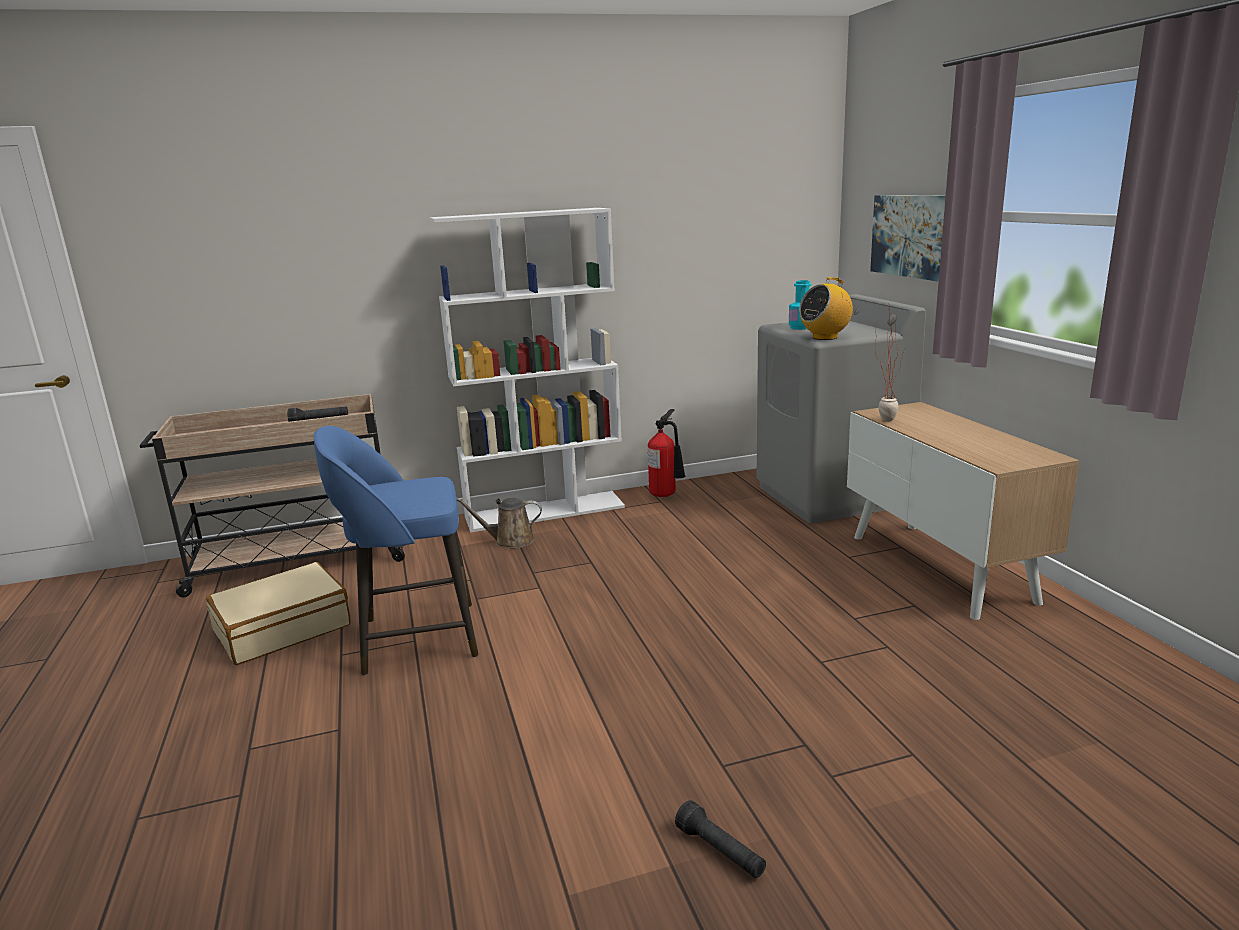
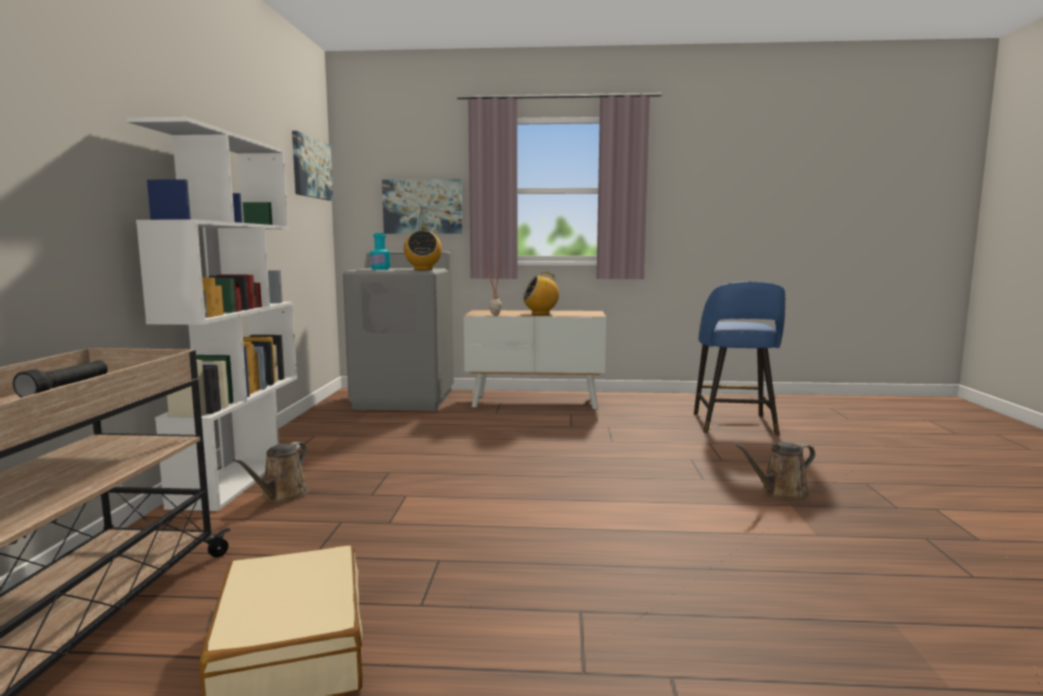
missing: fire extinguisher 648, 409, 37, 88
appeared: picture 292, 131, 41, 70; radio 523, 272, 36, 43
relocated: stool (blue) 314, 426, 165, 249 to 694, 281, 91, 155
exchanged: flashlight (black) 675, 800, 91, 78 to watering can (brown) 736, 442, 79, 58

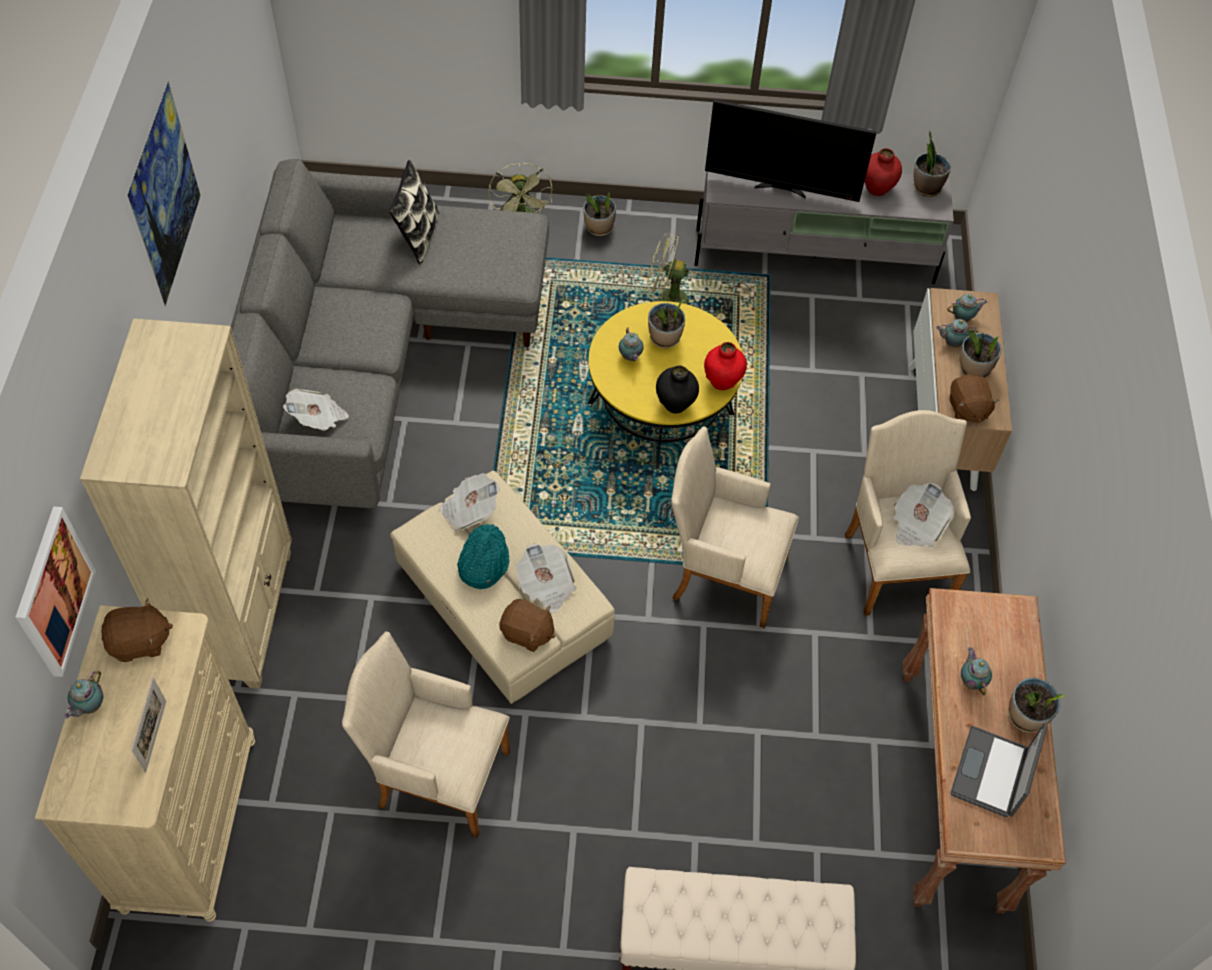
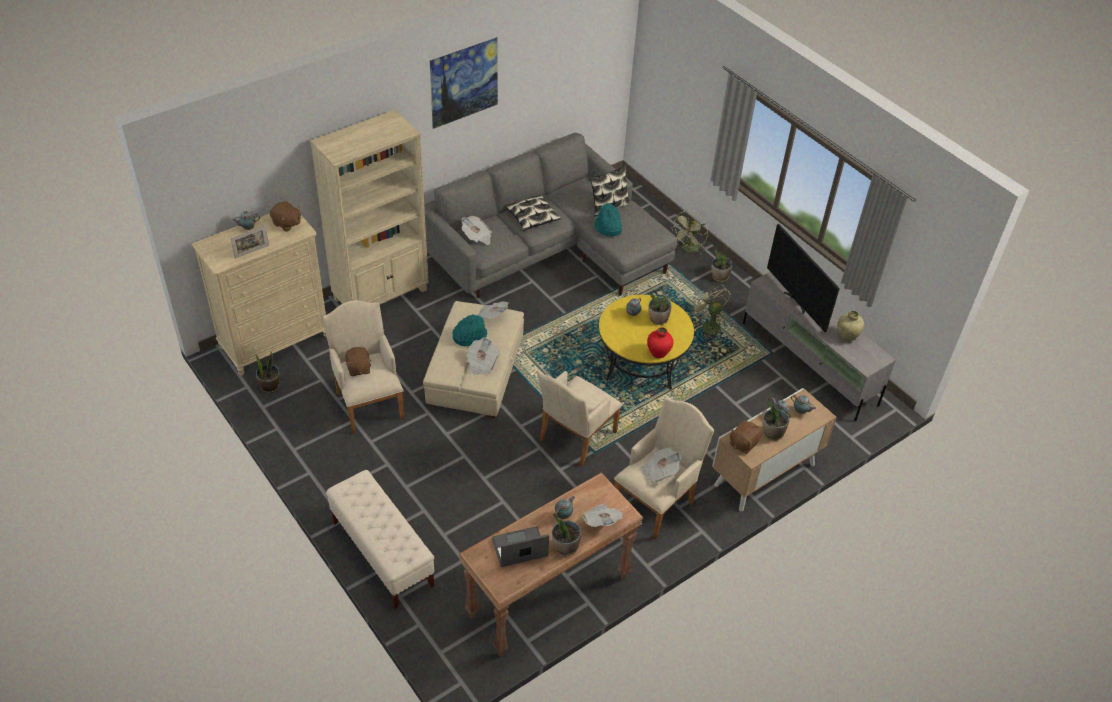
missing: vase (black) 656, 365, 43, 49; picture 16, 506, 80, 171
appeared: pillow 504, 194, 57, 37; hat (turquoise) 594, 203, 28, 33; newspaper 582, 504, 41, 23
relocated: potted plant 914, 132, 37, 65 to 255, 352, 25, 41; plush toy (brown) 499, 599, 56, 53 to 345, 347, 27, 29
colour: vase (red) 864, 148, 38, 48 to vase (beige) 837, 311, 27, 30
spun: armchair (beige) 671, 427, 128, 201 = 537, 370, 85, 97 120 degrees counterclockwise

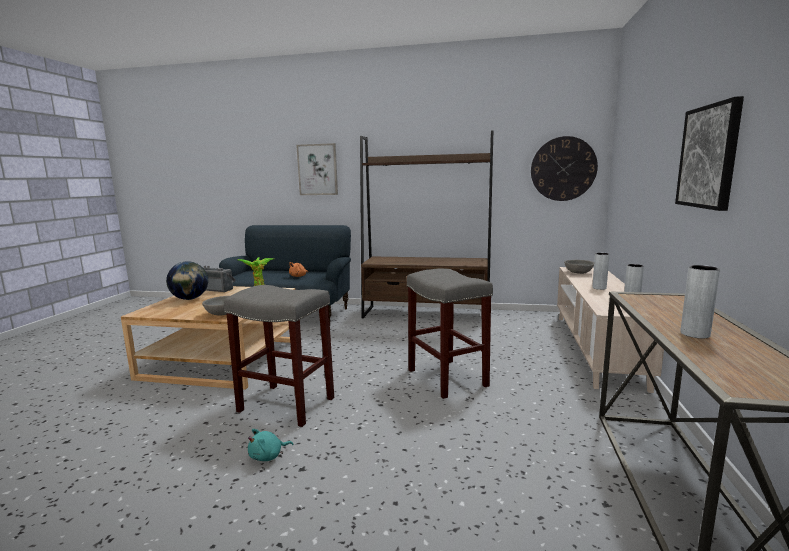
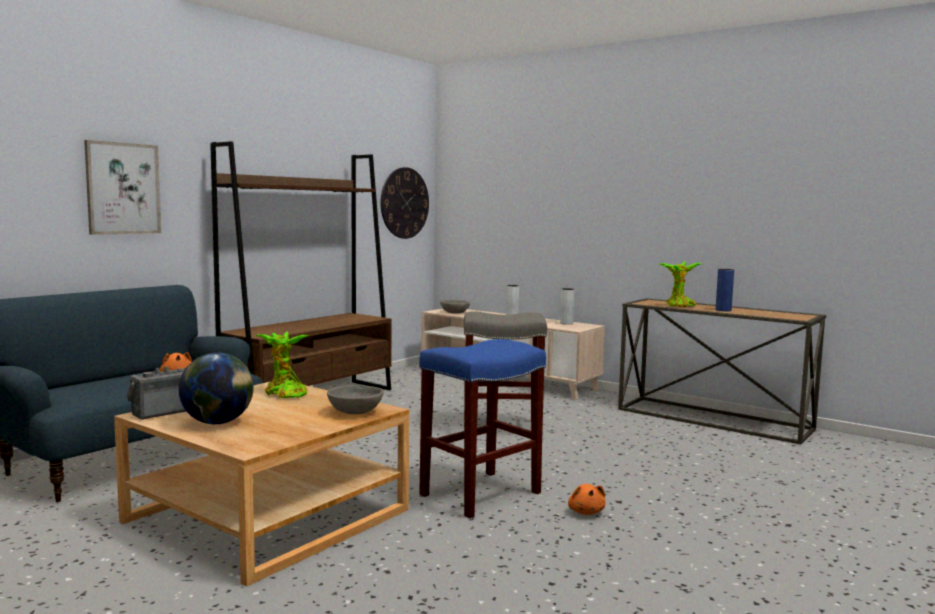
missing: picture 675, 96, 69, 115
appeared: potted plant 658, 261, 44, 47
colour: vase (grey) 680, 265, 40, 74 to vase (blue) 716, 269, 18, 42; stool (grey) 224, 285, 110, 142 to stool (blue) 419, 339, 127, 180; plush toy (turquoise) 248, 429, 45, 32 to plush toy (orange) 568, 484, 38, 31

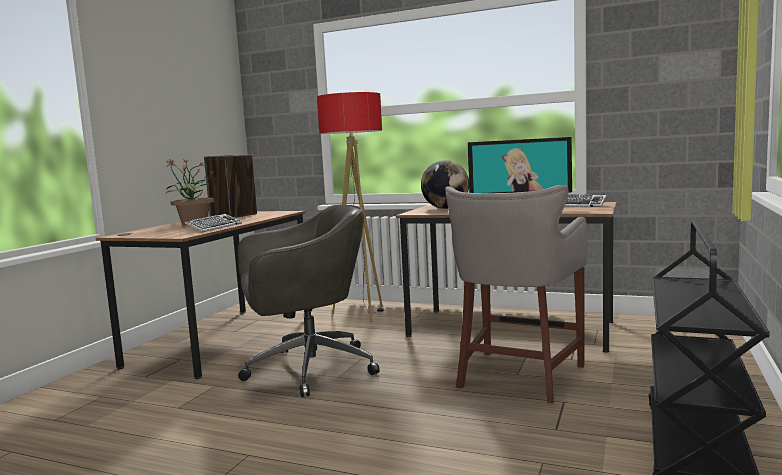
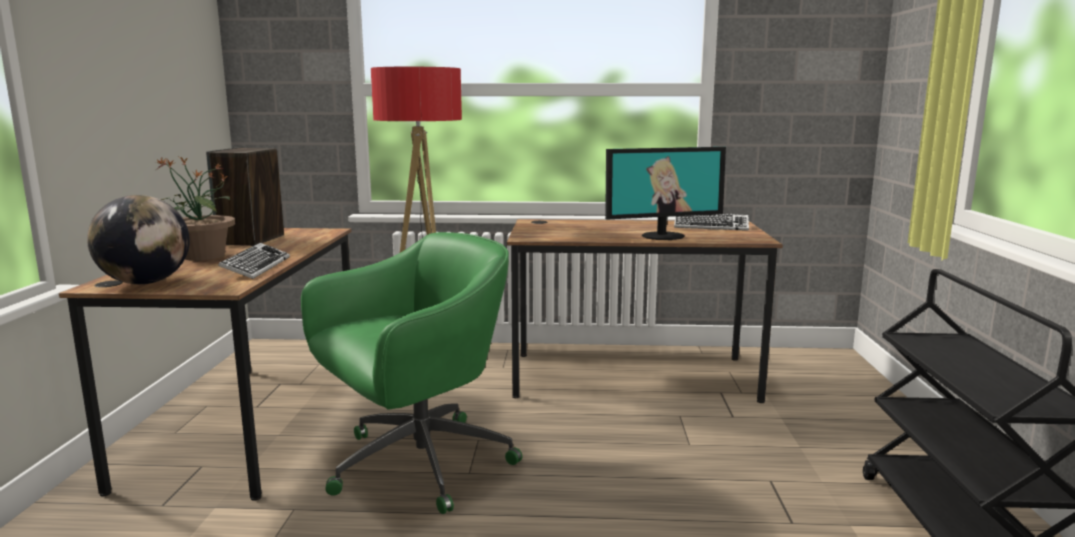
missing: stool (grey) 445, 185, 142, 219
relocated: globe 421, 160, 48, 49 to 87, 195, 103, 89
colour: office chair (grey) 238, 205, 142, 192 to office chair (green) 301, 232, 221, 282

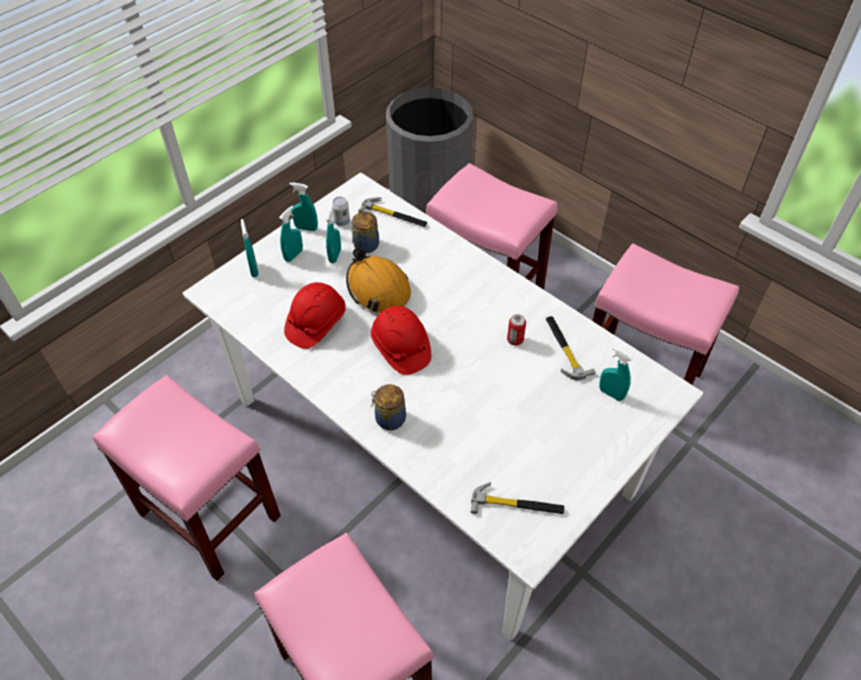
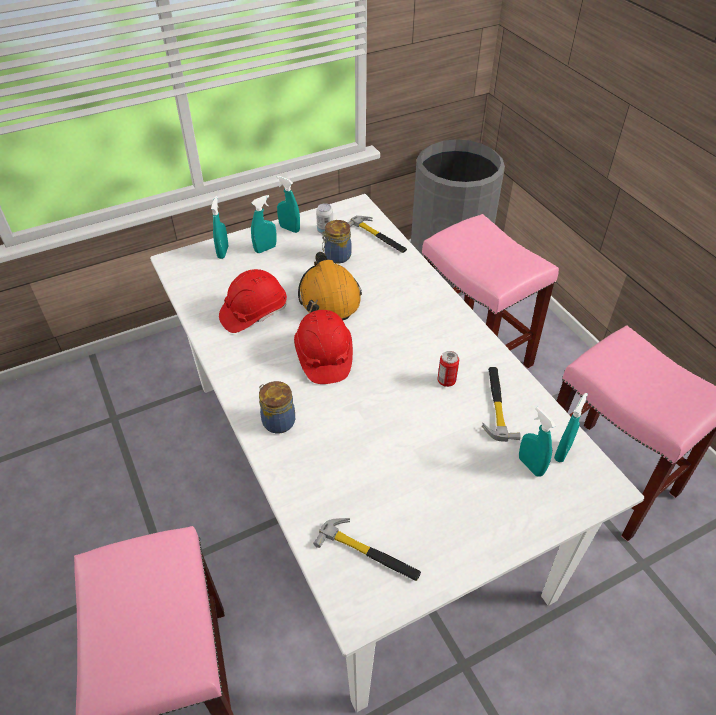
missing: stool (pink) 93, 375, 188, 206
relocated: spray bottle (turquoise) 326, 205, 15, 58 to 554, 393, 34, 69

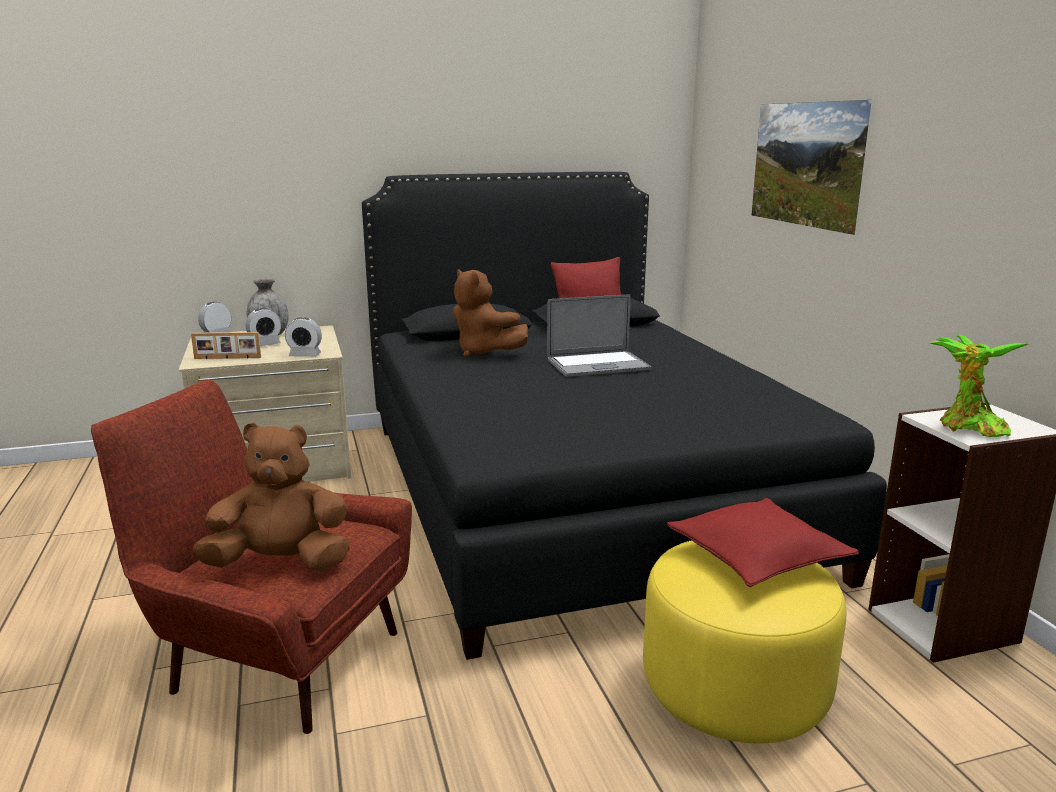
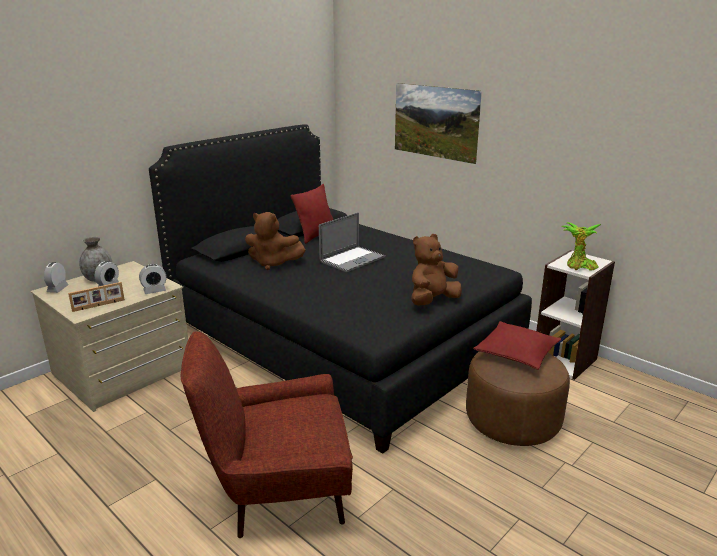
relocated: plush toy (brown) 193, 422, 157, 149 to 411, 234, 51, 72
colour: ottoman (yellow) 643, 540, 204, 204 to ottoman (brown) 466, 351, 104, 95

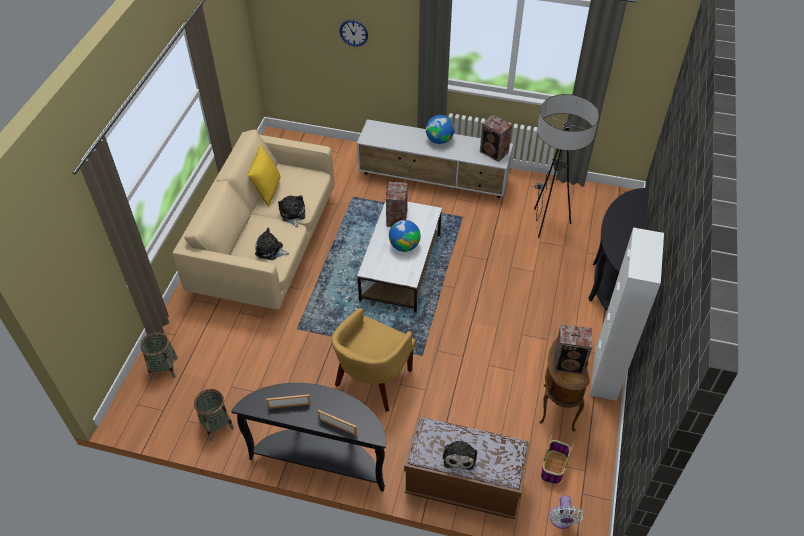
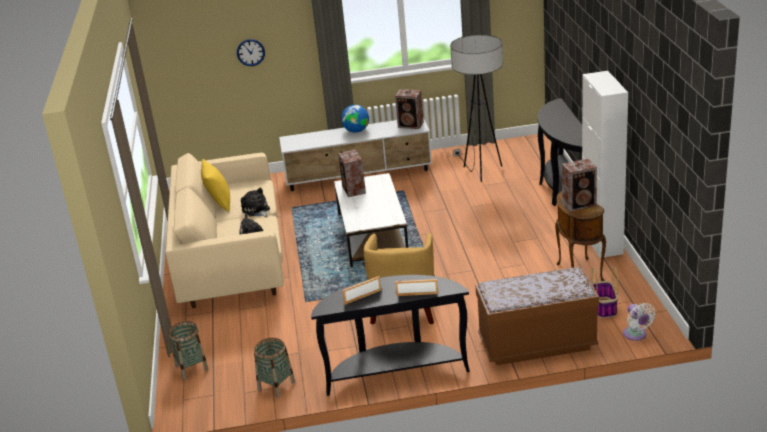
missing: globe 389, 220, 32, 32; plush toy 443, 434, 34, 36

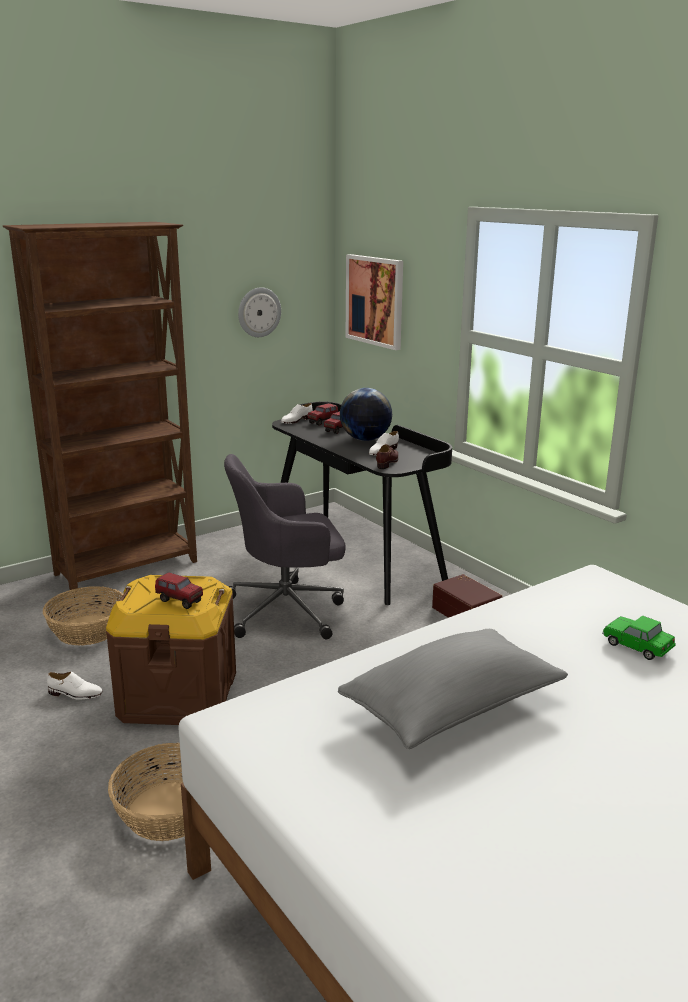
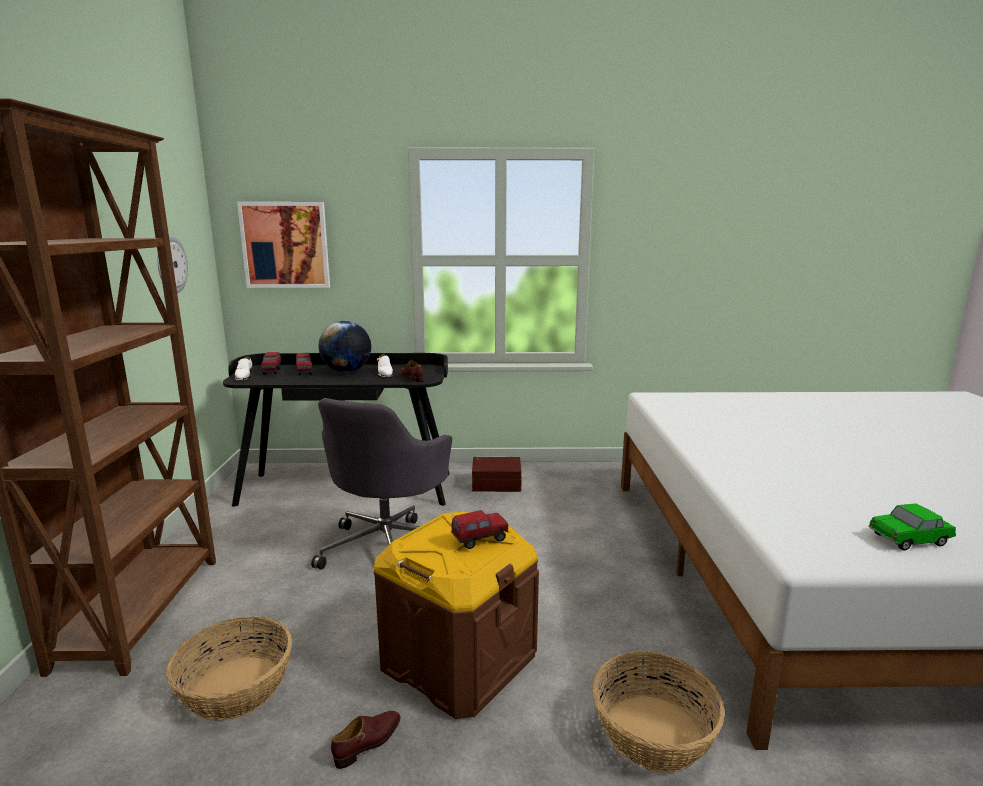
missing: pillow (grey) 338, 629, 230, 120
relocated: toy car 602, 615, 74, 45 to 868, 504, 88, 46
colour: shoe (white) 47, 672, 56, 28 to shoe (brown) 331, 711, 70, 58

